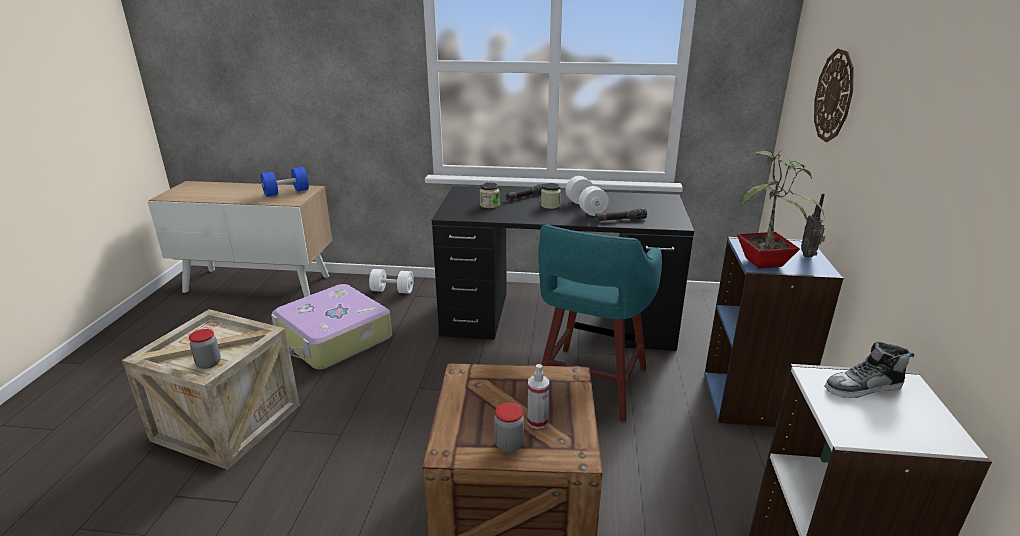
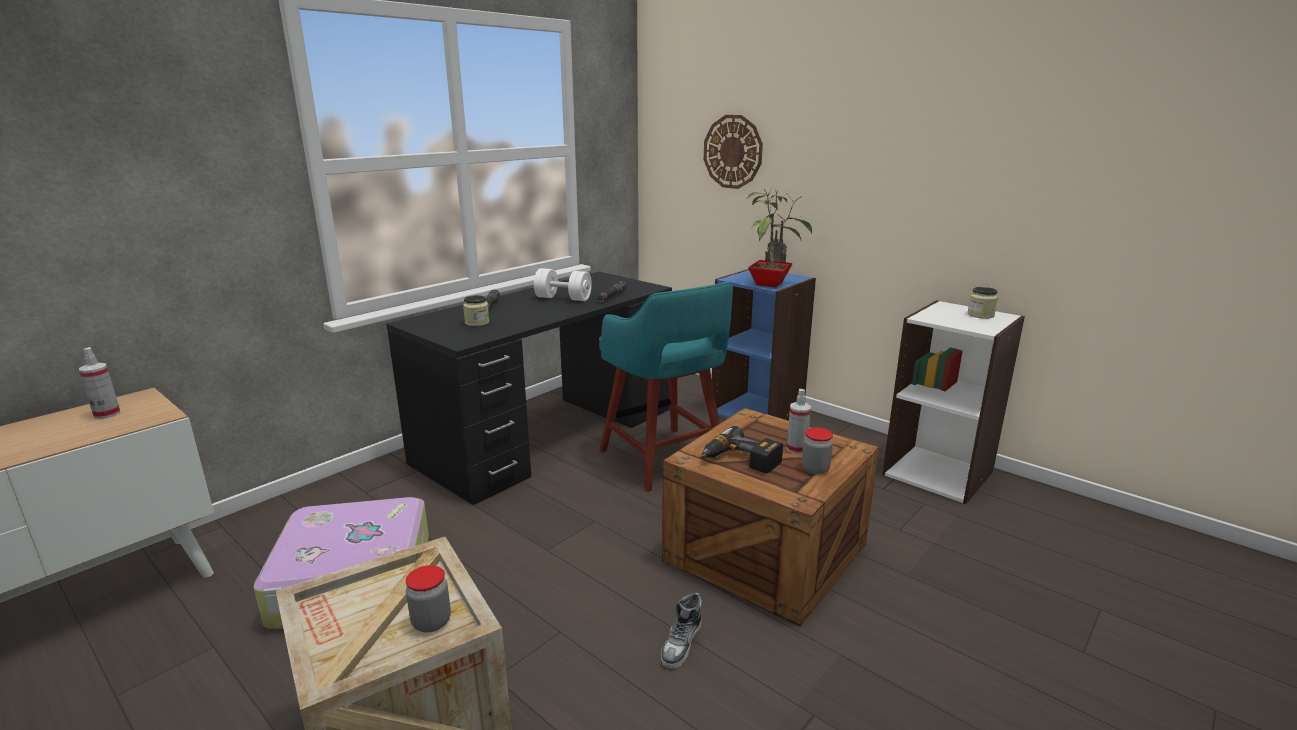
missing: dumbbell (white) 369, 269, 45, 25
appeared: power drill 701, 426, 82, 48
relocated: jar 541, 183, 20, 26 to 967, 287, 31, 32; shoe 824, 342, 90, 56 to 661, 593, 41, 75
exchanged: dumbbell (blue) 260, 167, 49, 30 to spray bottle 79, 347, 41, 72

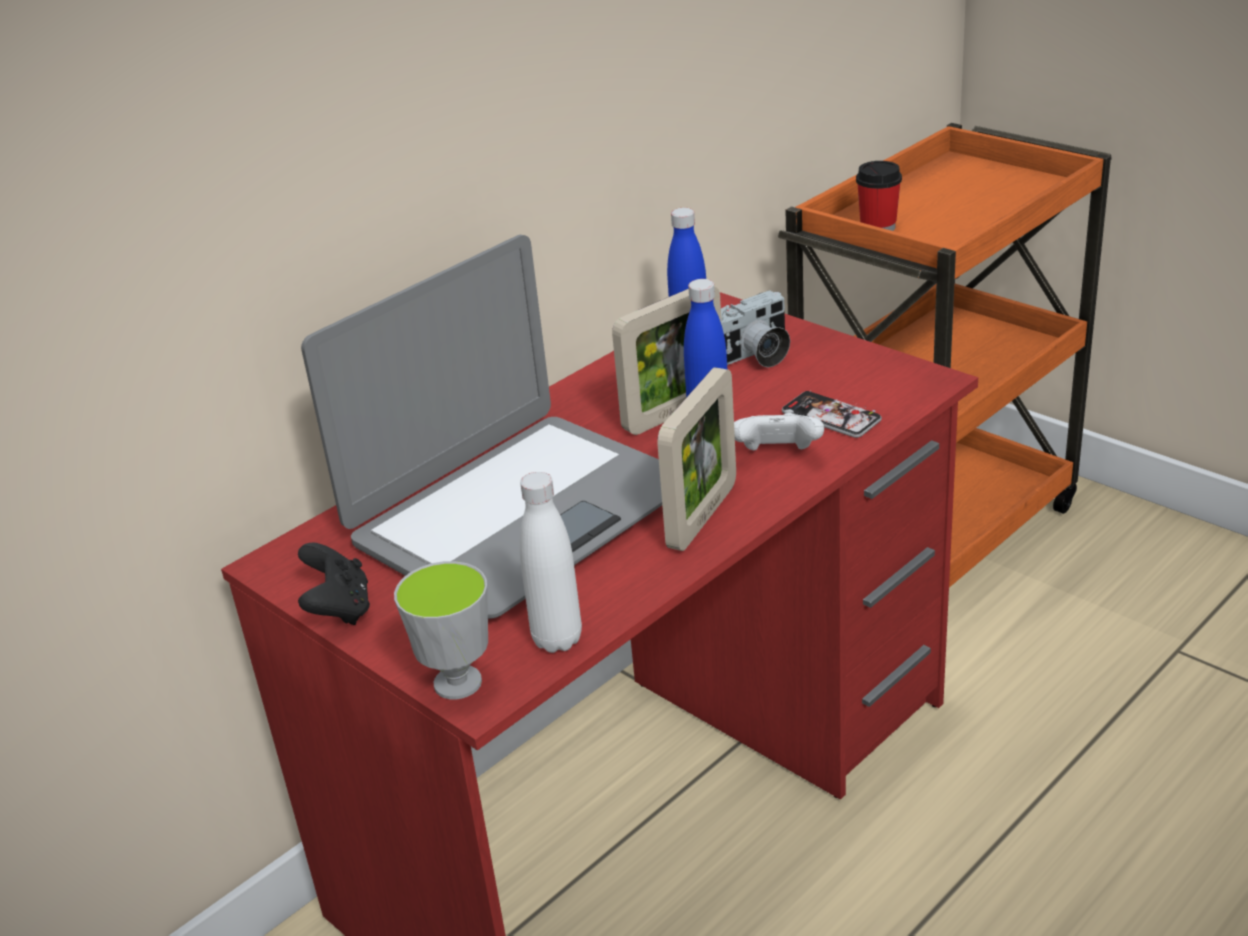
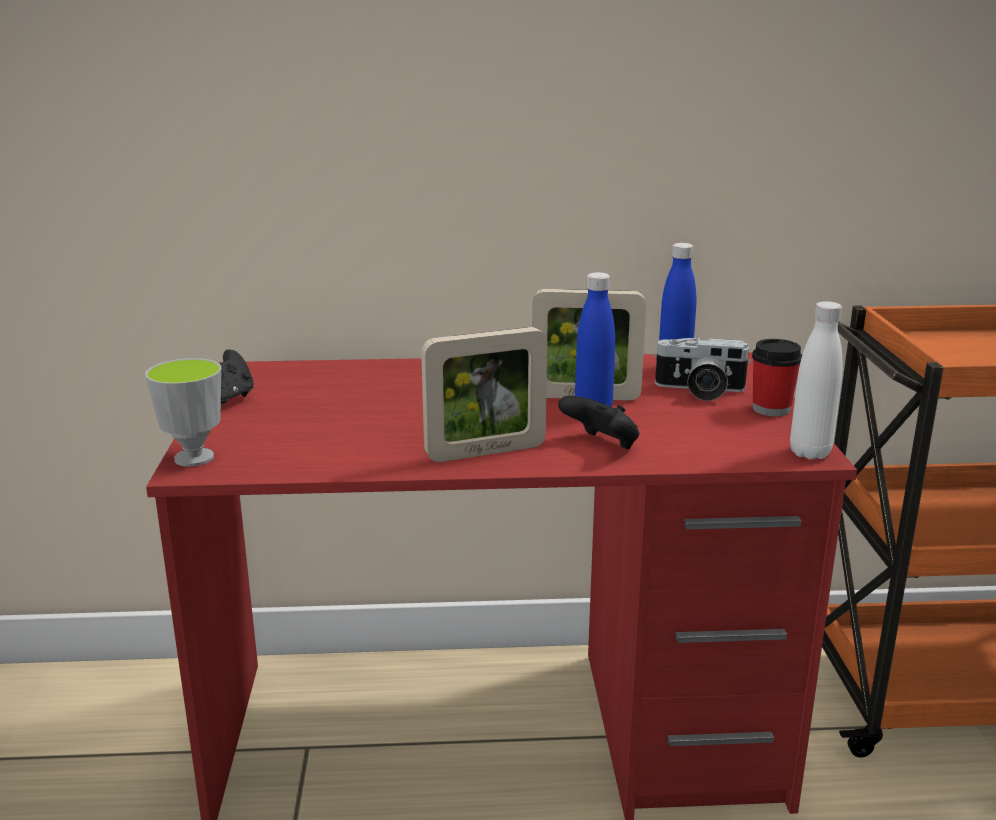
missing: laptop 301, 235, 361, 384; phone 782, 391, 100, 47
relocated: cup 856, 161, 46, 70 to 752, 339, 50, 77; bottle (white) 520, 472, 62, 181 to 790, 301, 53, 159
colour: game controller (white) 734, 410, 90, 40 to game controller (black) 558, 395, 82, 54

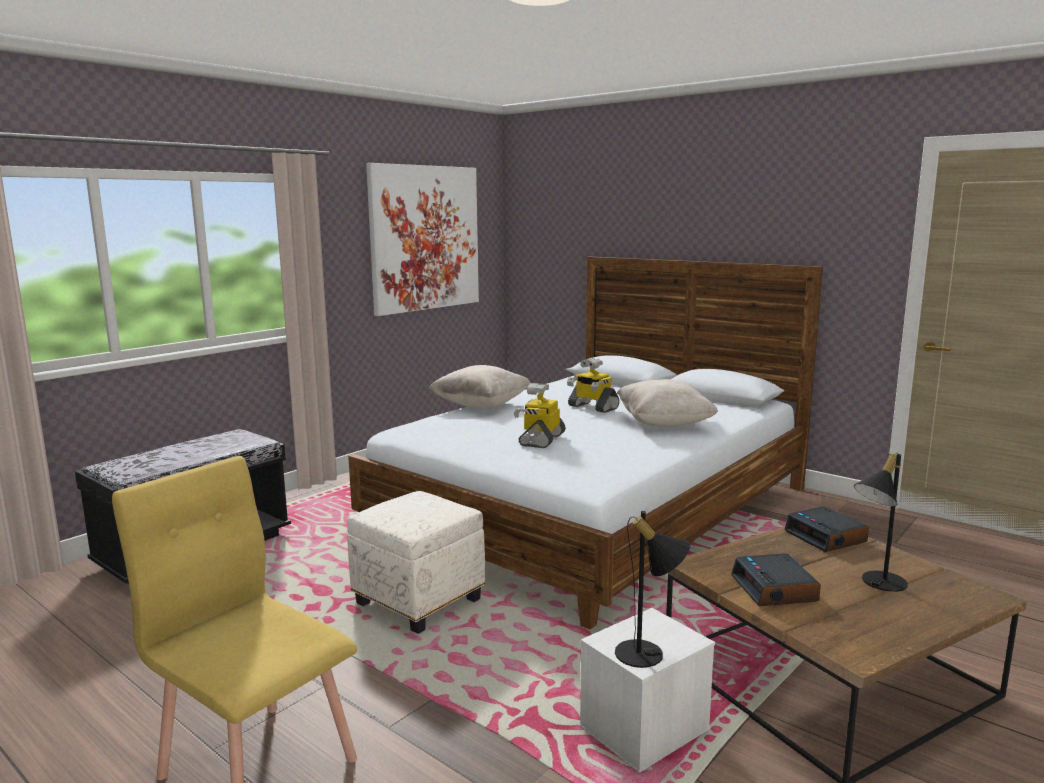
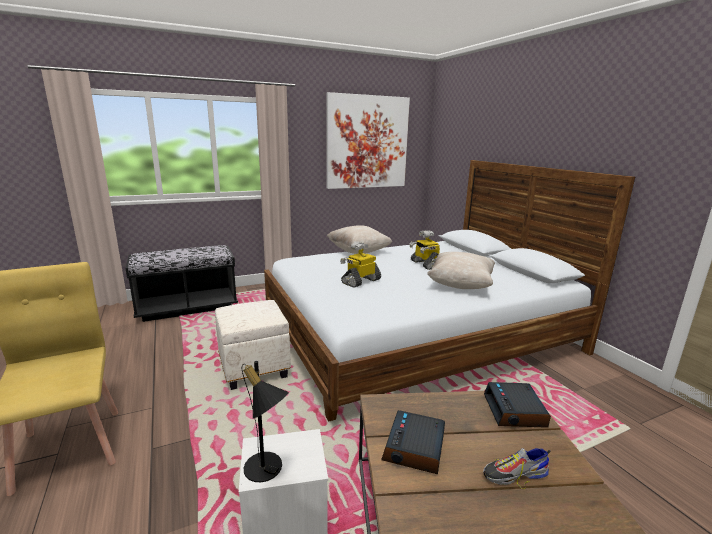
exchanged: table lamp (black) 854, 453, 54, 139 to shoe 483, 448, 68, 41

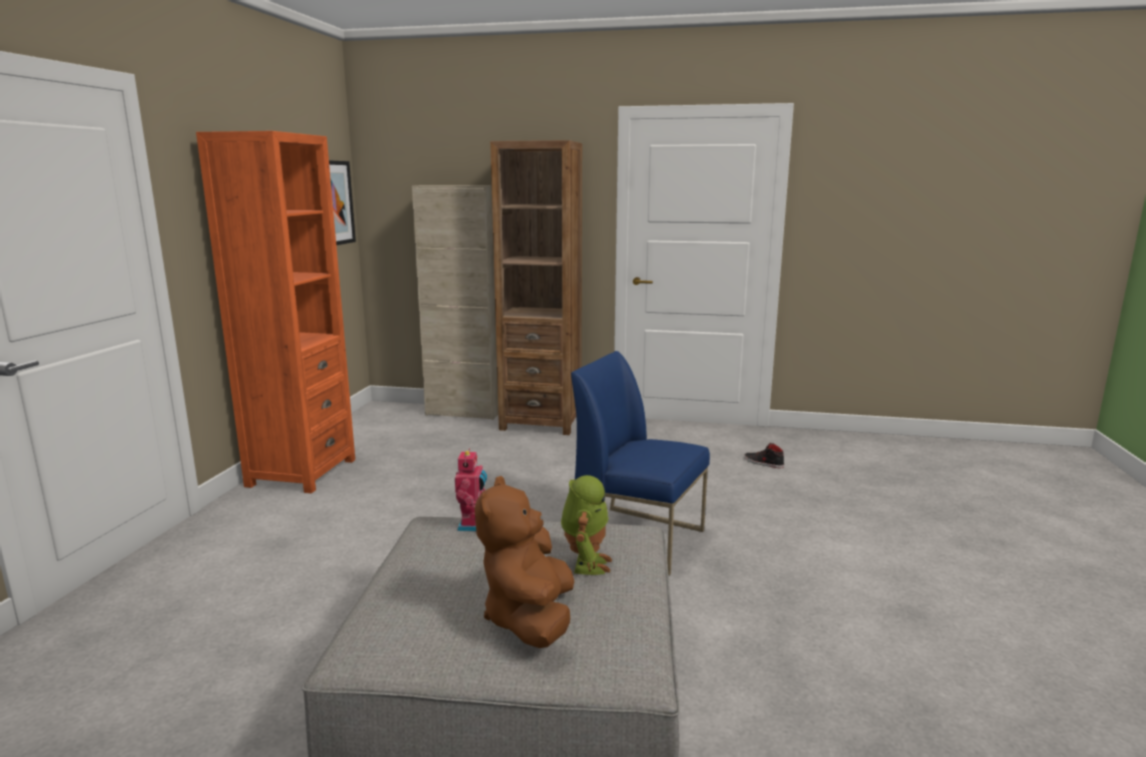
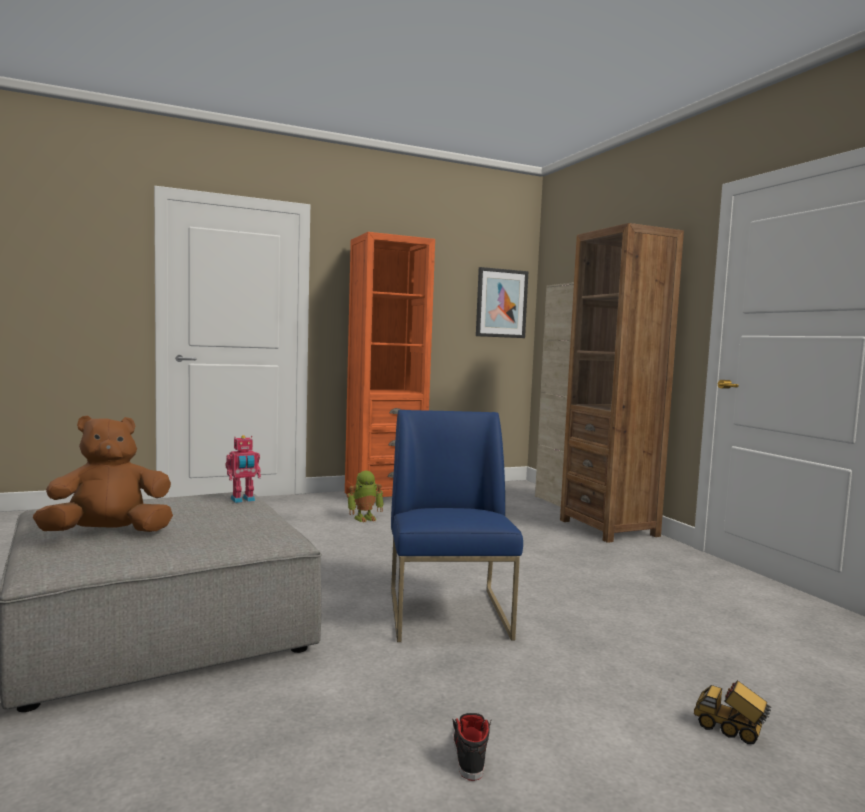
appeared: toy truck 694, 680, 78, 64
relocated: shoe (black) 744, 443, 40, 25 to 453, 713, 38, 68; toy robot 561, 475, 51, 100 to 347, 471, 37, 51

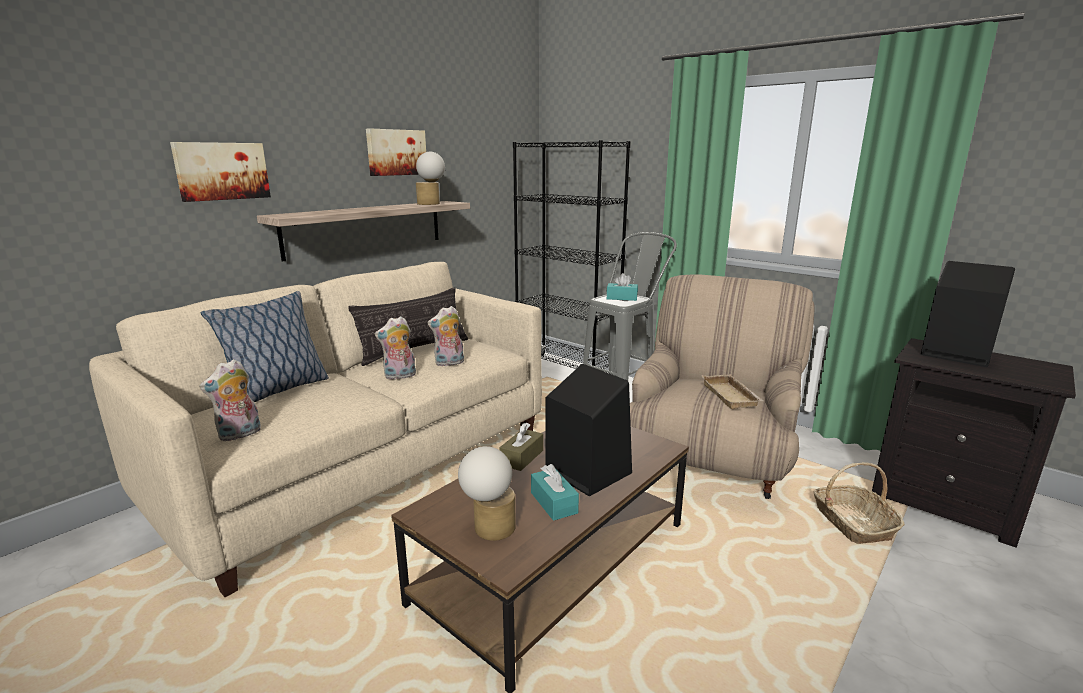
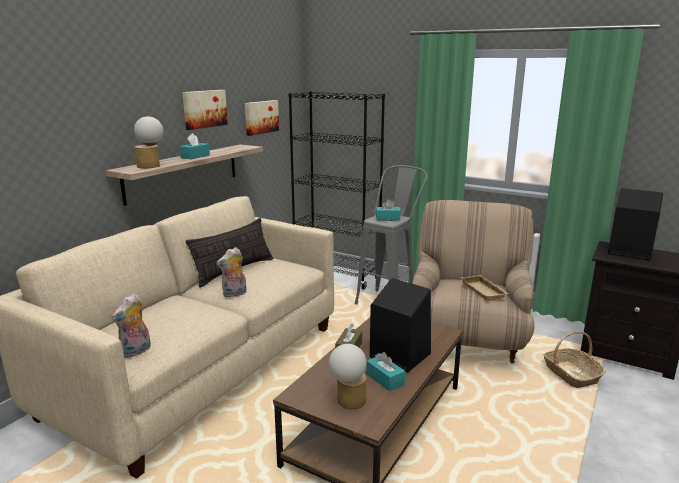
missing: pillow 200, 291, 129, 111; plush toy 427, 306, 37, 60
appeared: tissue box (turquoise) 179, 133, 31, 26
relocated: picture 170, 142, 101, 60 to 245, 100, 34, 36; table lamp 416, 152, 29, 53 to 134, 116, 30, 52

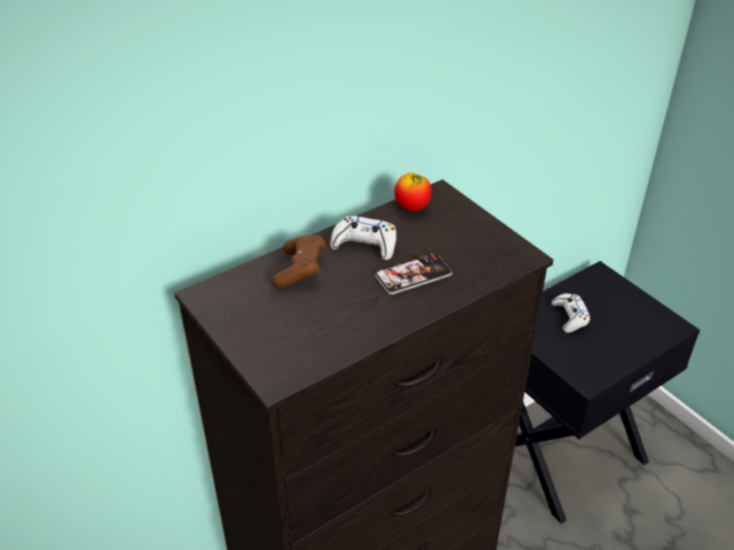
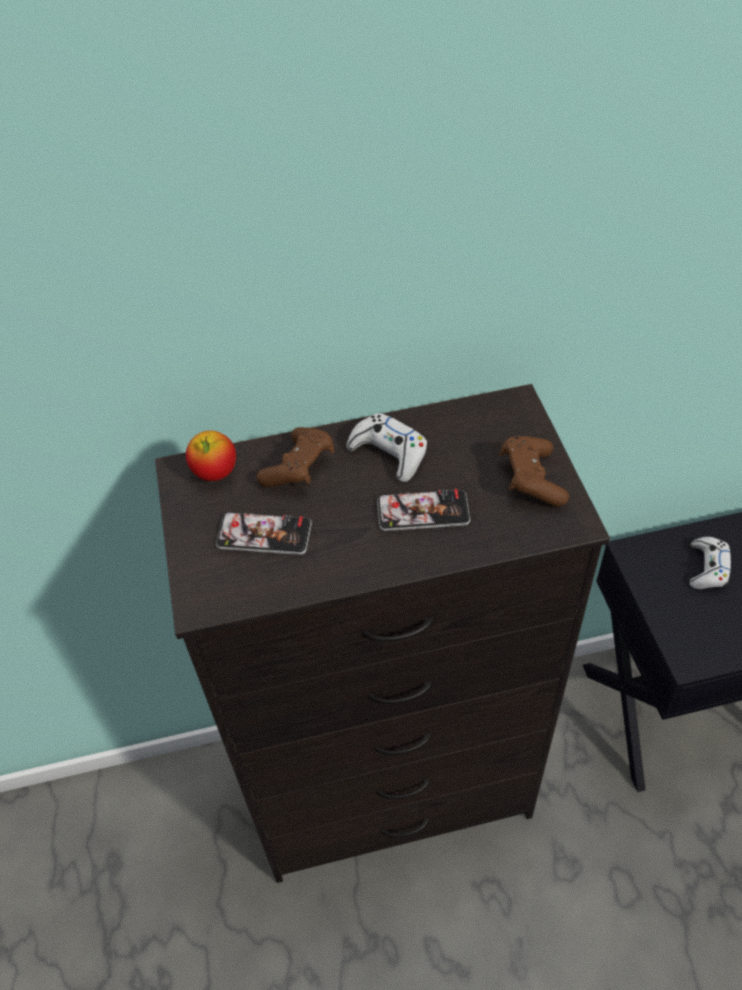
appeared: game controller (brown) 500, 436, 69, 71; phone 216, 512, 96, 43
relocated: apple 394, 173, 38, 38 to 186, 430, 50, 51

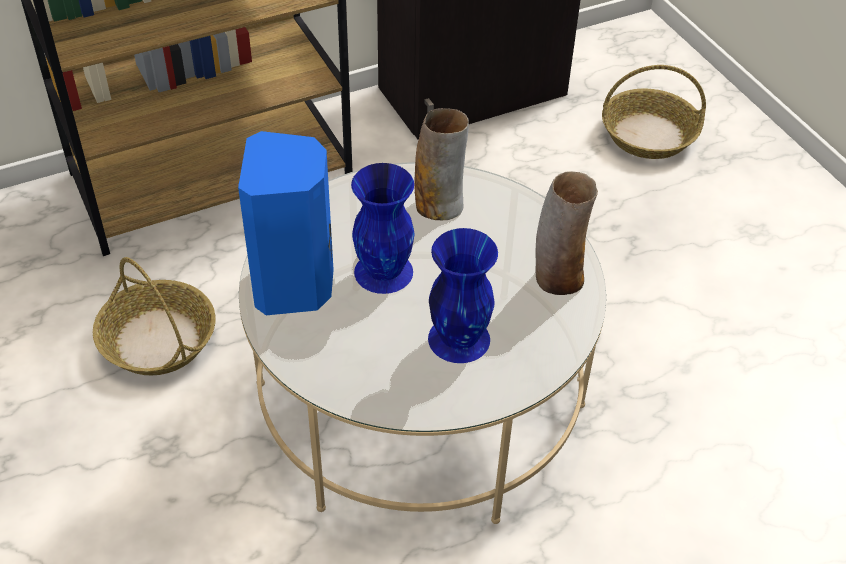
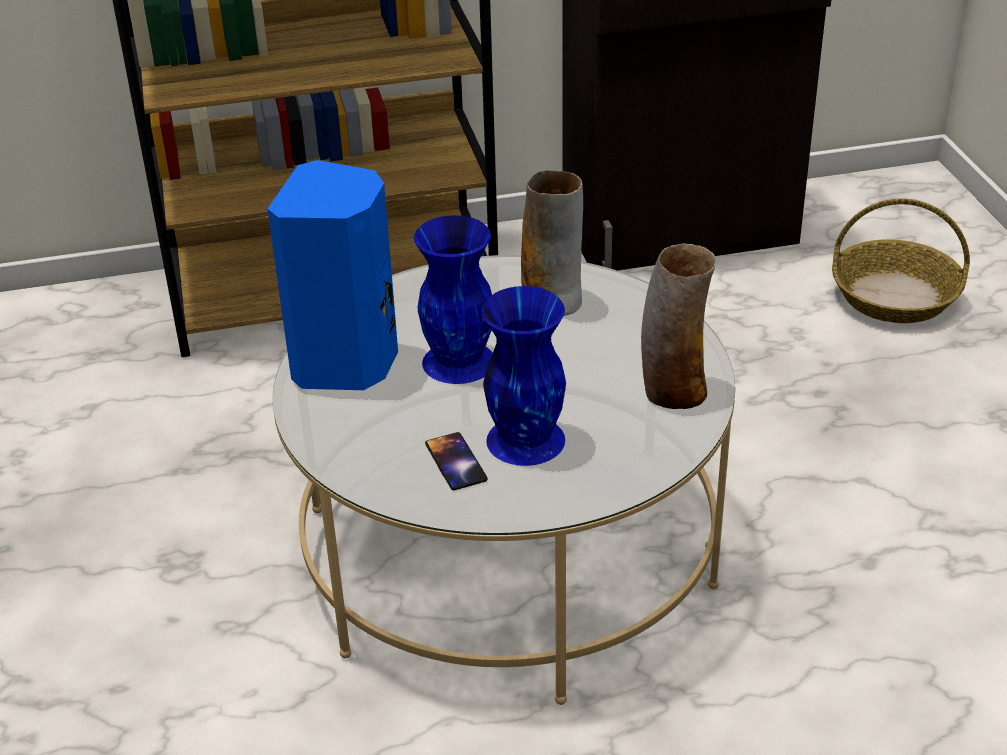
missing: basket 93, 257, 123, 118
appeared: phone 425, 432, 63, 58

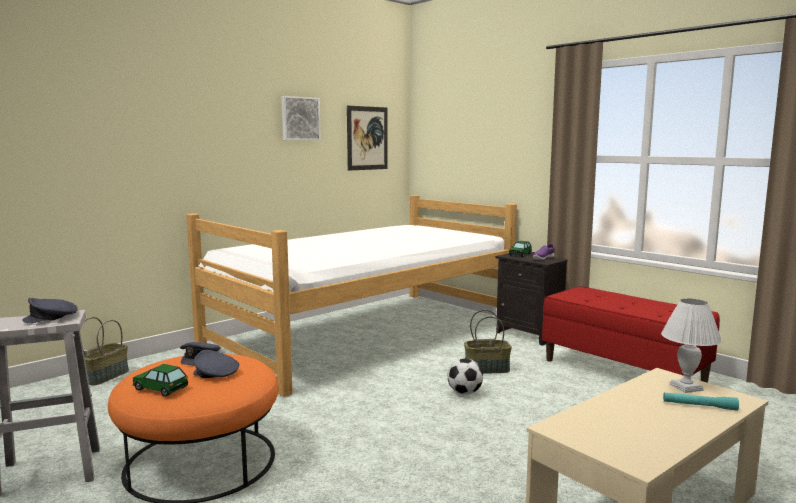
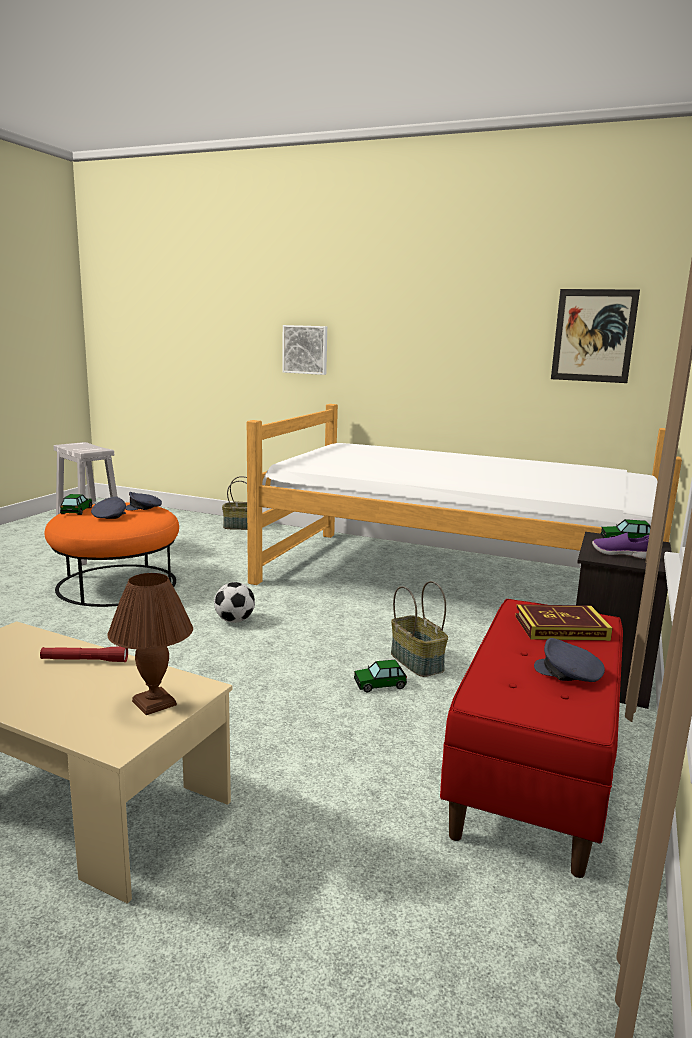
missing: flashlight (turquoise) 663, 392, 76, 19
appeared: book 515, 604, 98, 37; flashlight (red) 40, 647, 88, 15; toy car 354, 660, 53, 32
relocated: picture 281, 96, 40, 44 to 282, 325, 45, 50; cap (grey) 22, 298, 55, 25 to 534, 638, 71, 44; football 447, 359, 36, 36 to 214, 582, 41, 41
colour: table lamp (white) 661, 298, 61, 95 to table lamp (brown) 107, 573, 86, 142

